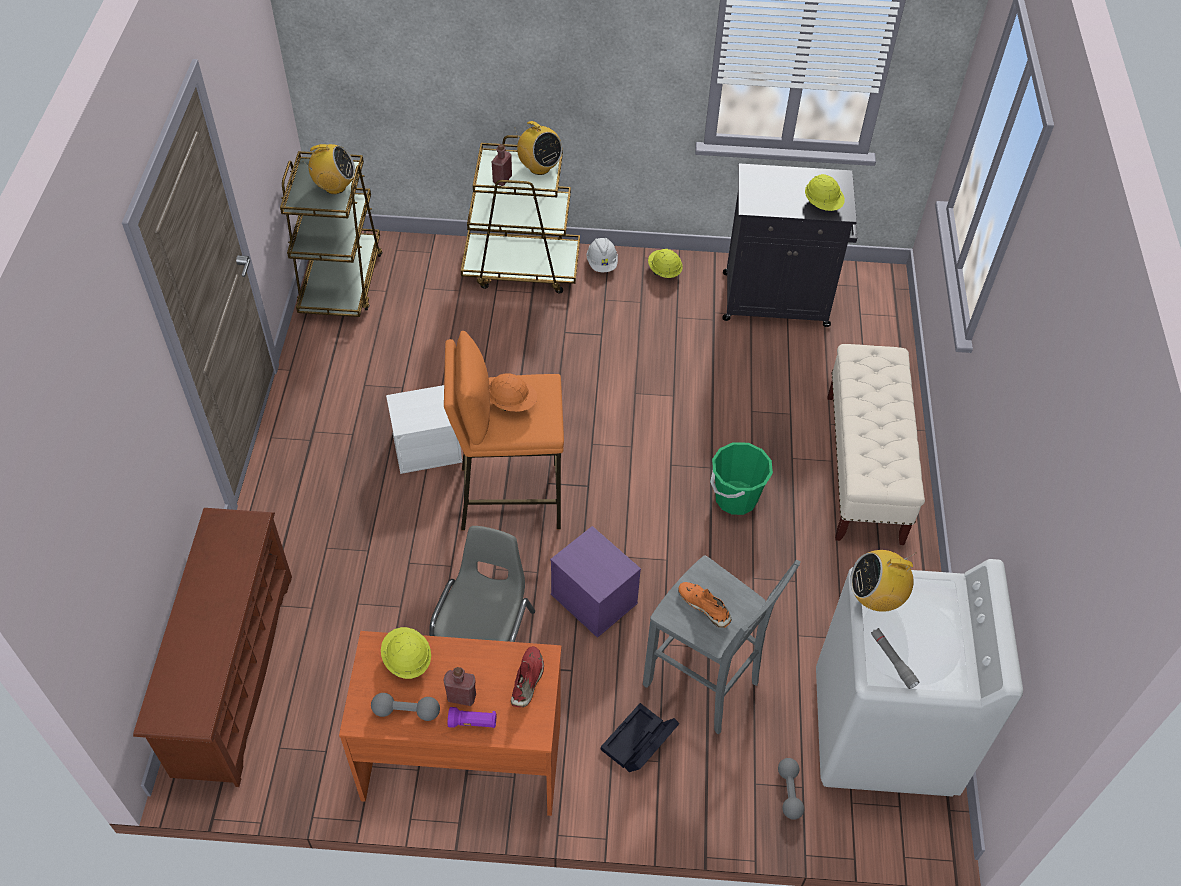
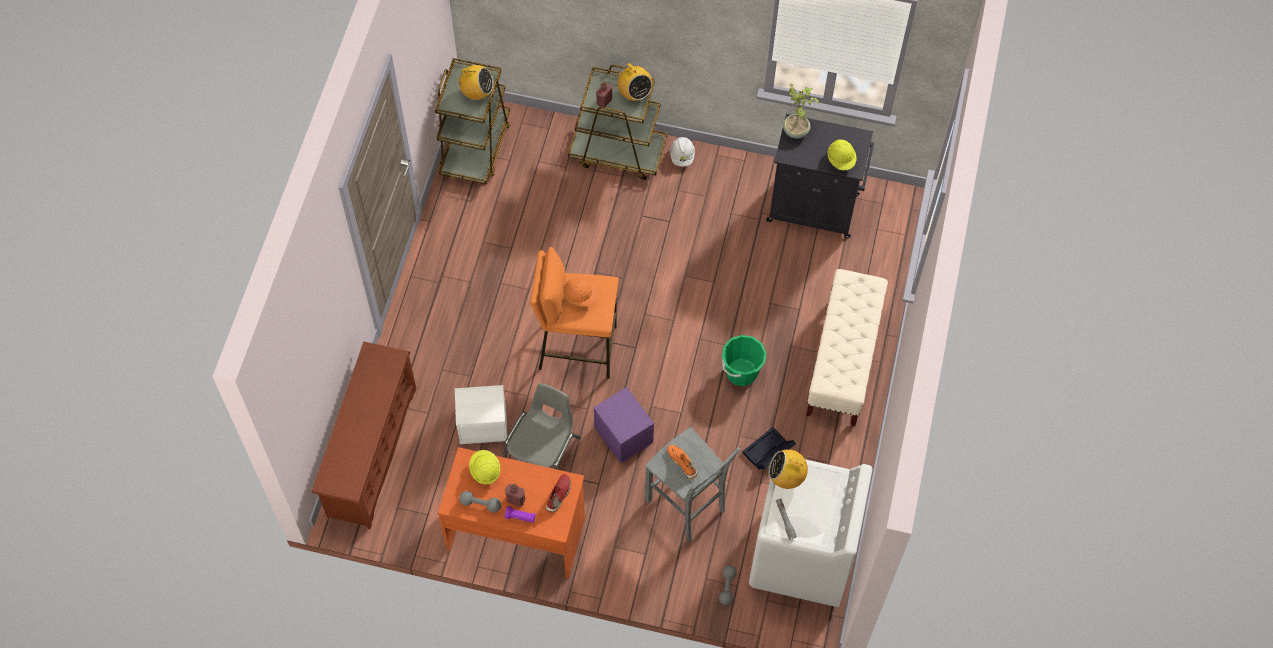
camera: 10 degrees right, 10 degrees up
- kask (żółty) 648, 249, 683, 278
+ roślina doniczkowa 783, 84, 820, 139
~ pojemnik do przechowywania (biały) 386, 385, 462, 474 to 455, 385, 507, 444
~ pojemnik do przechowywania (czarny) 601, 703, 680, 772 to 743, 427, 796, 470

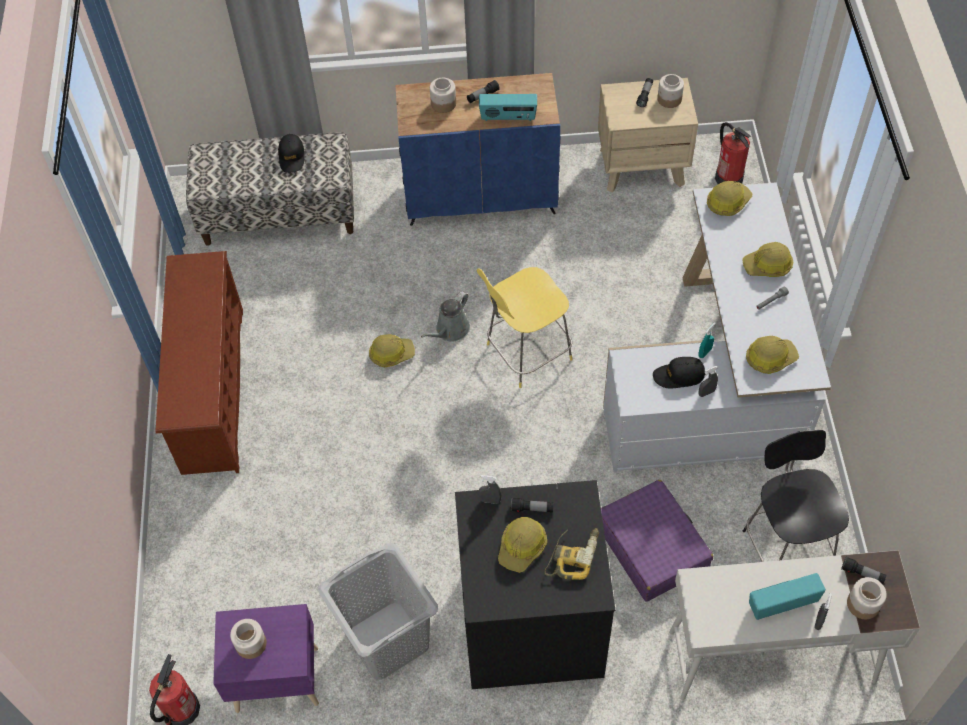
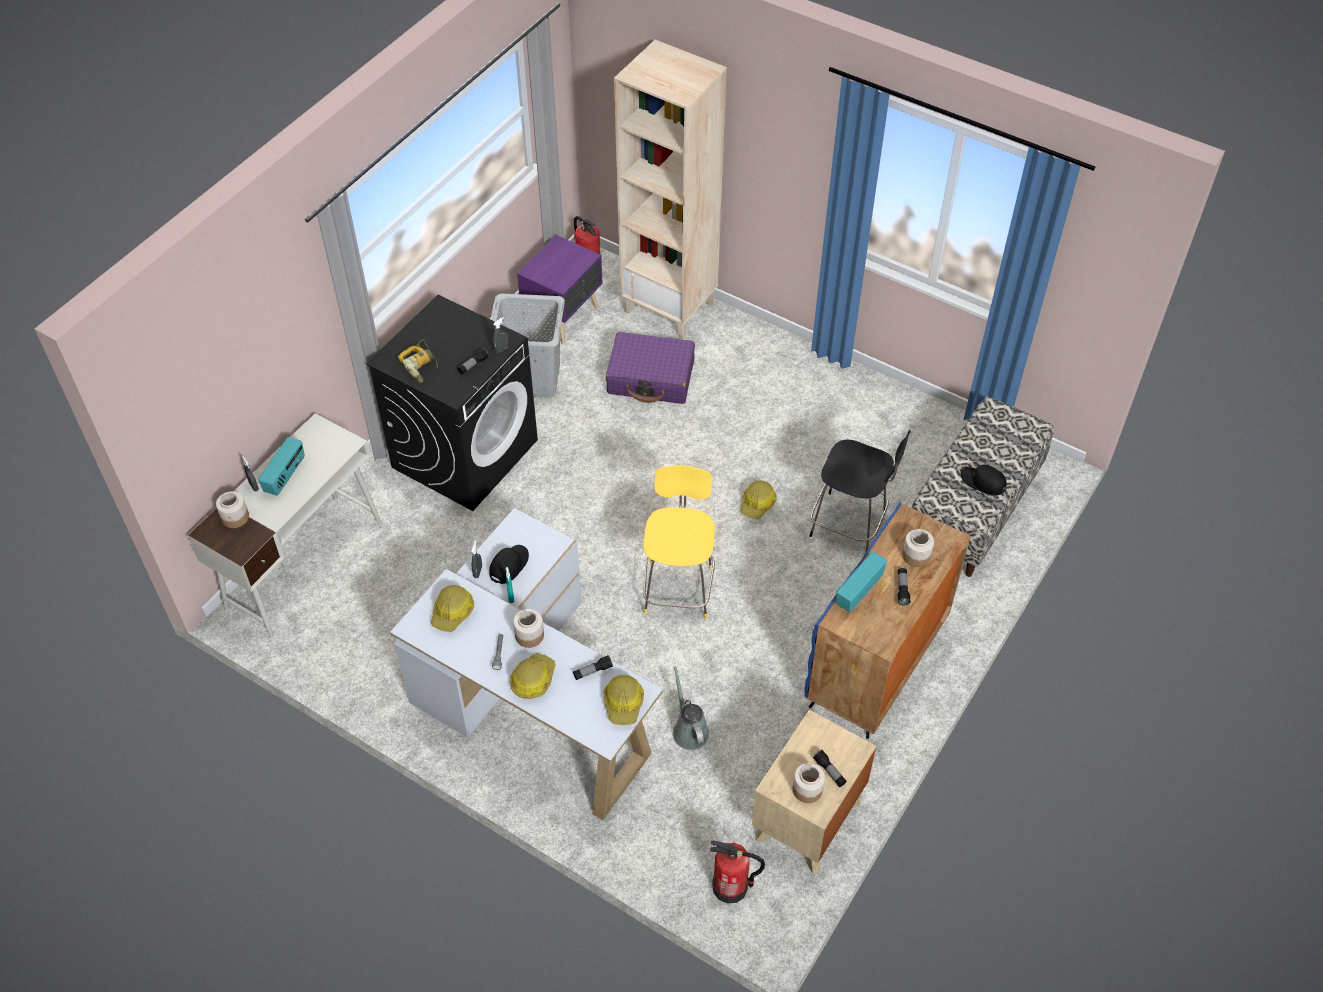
camera: 125 degrees right, 5 degrees down
- regał na buty (brązowy) 156, 251, 243, 475
- kask 498, 517, 547, 573
+ regał (beżowy) 614, 40, 727, 339
~ słoik 230, 619, 267, 659 to 513, 609, 544, 648
~ konewka (szary) 421, 291, 470, 342 to 673, 666, 709, 750
~ walizka (fioletowy) 601, 480, 713, 602 to 606, 332, 695, 404
~ stołek (czarny) 743, 430, 849, 562 to 810, 430, 911, 551
~ latarka 841, 556, 887, 584 to 573, 655, 613, 680

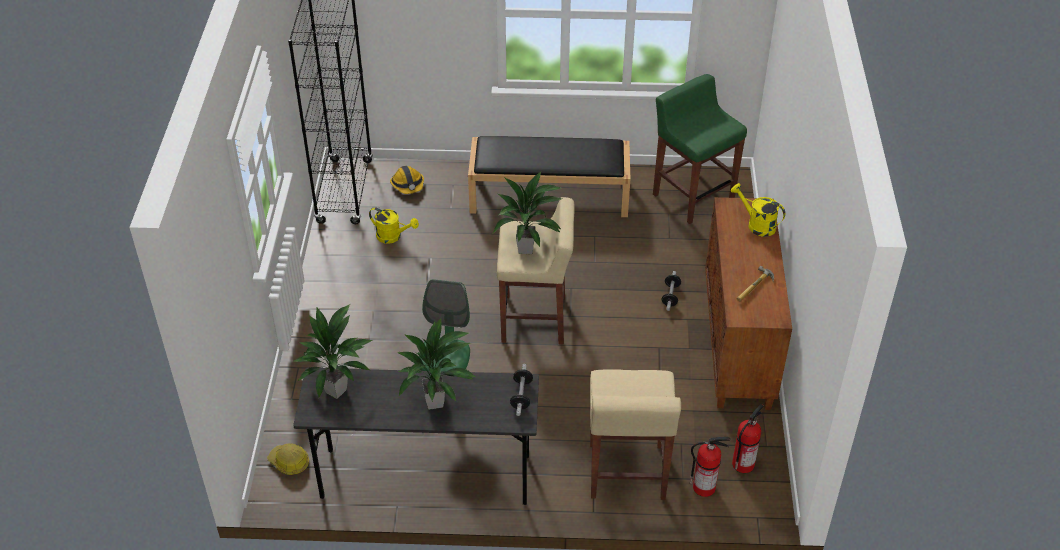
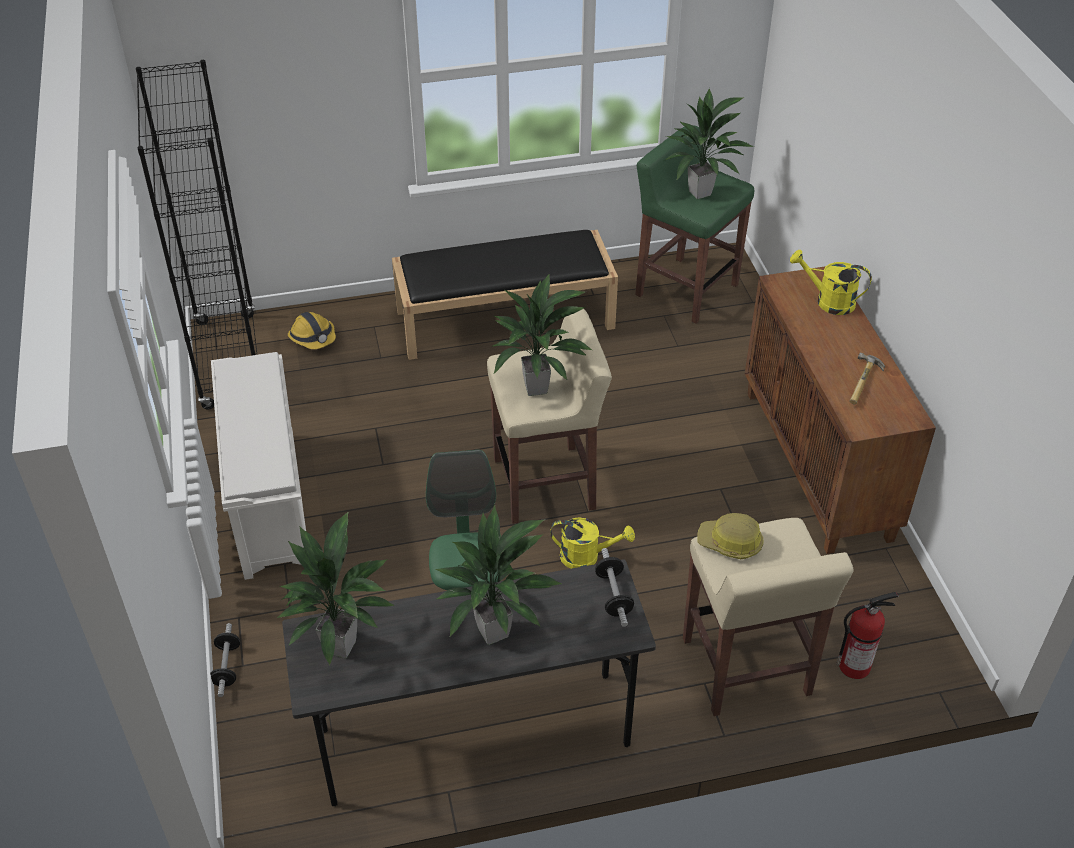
camera: 15 degrees left, 0 degrees up
- gaśnica 732, 404, 764, 473
+ regał na buty (biały) 211, 352, 306, 580
+ roślina doniczkowa 665, 88, 754, 199
~ kask 267, 443, 309, 475 to 697, 513, 763, 559
~ konewka (żółty) 369, 207, 419, 244 to 550, 517, 635, 569
~ hantel 662, 271, 681, 311 to 210, 623, 240, 697

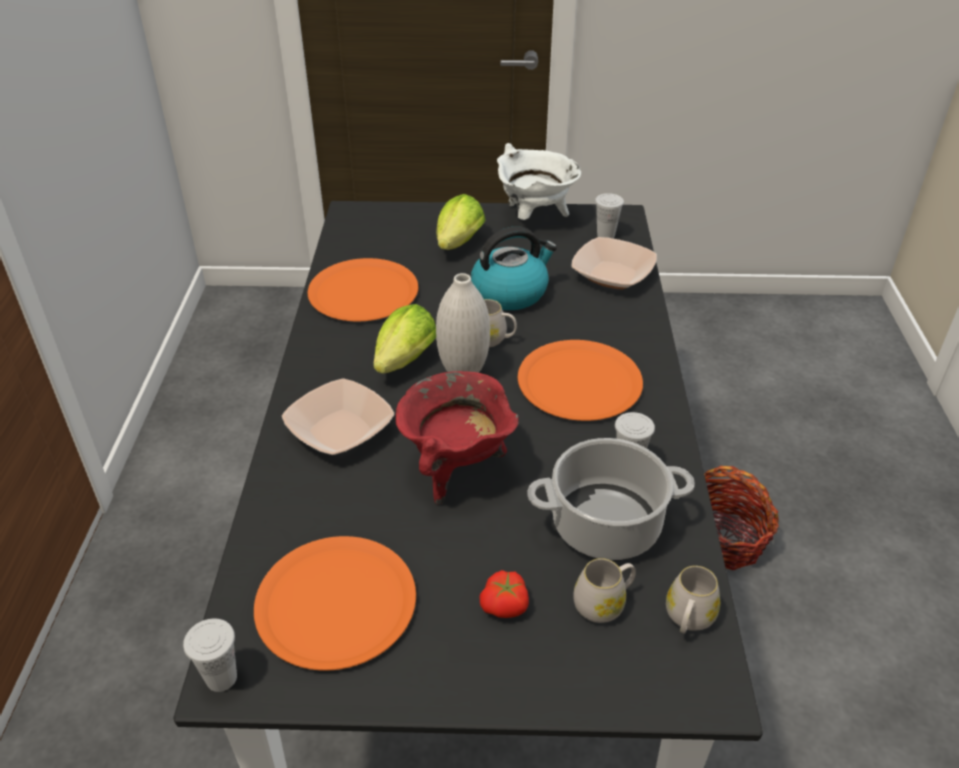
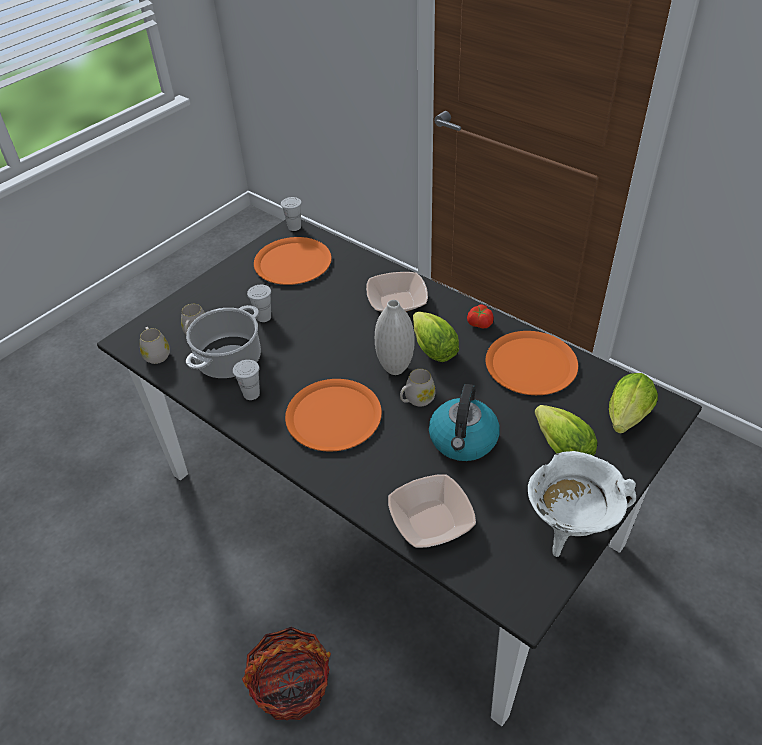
camera: 130 degrees right, 5 degrees up
- garnek (czerwony) 396, 371, 519, 505
+ sałata 609, 373, 658, 434
~ pomidor 479, 570, 529, 618 to 467, 305, 494, 328
~ filiżanka (biały) 595, 193, 624, 238 to 247, 285, 271, 322

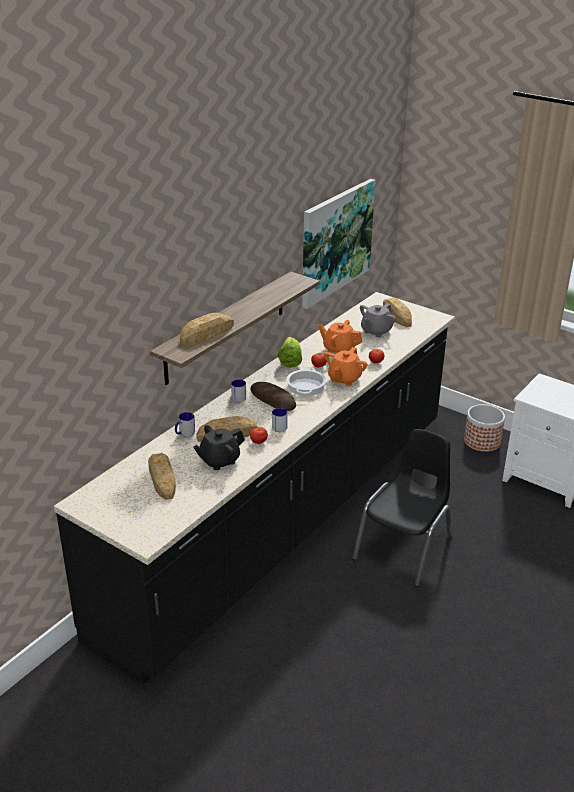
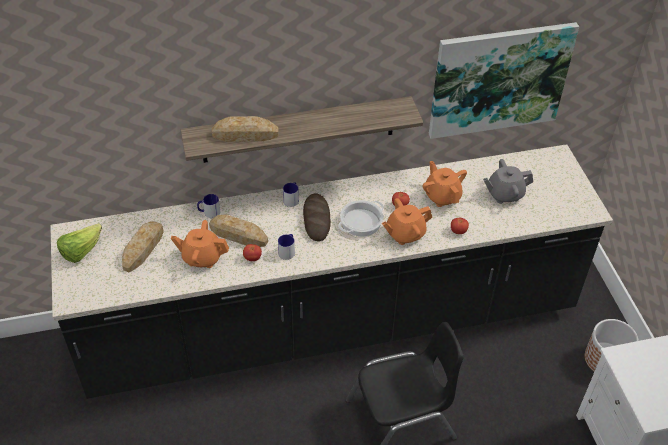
camera: 40 degrees right, 15 degrees up
- chleb 383, 298, 412, 327
~ sałata 278, 337, 302, 368 to 57, 223, 102, 263
~ imbryk (czarny) 193, 425, 245, 470 to imbryk (pomarańczowy) 171, 220, 229, 268

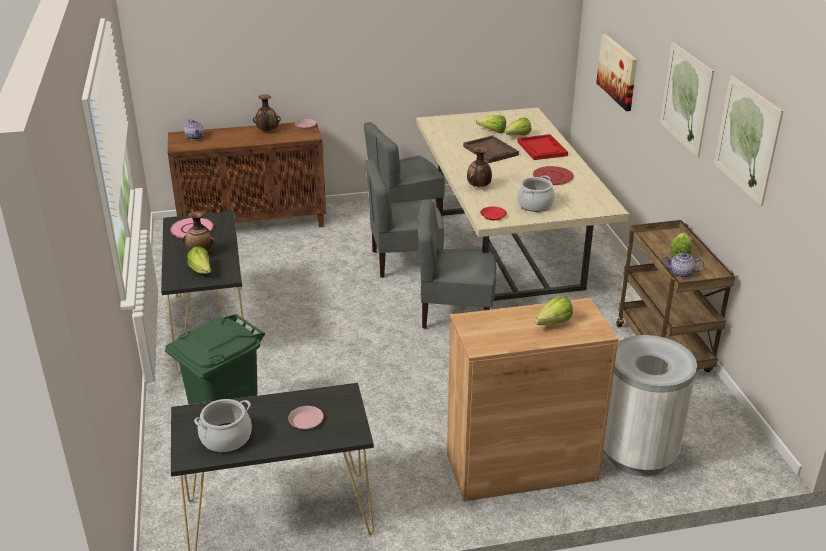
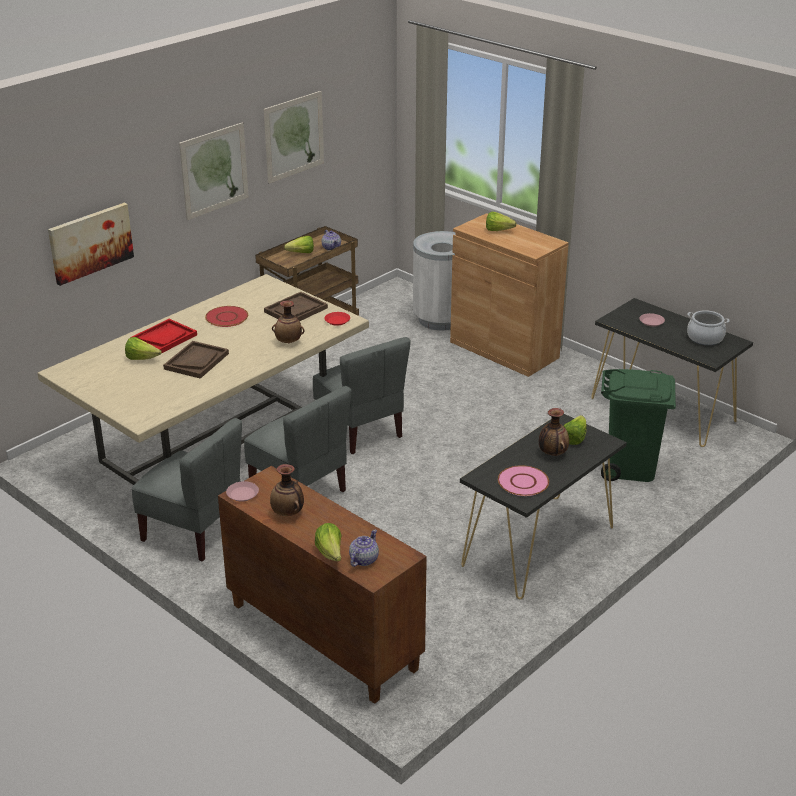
camera: 125 degrees left, 0 degrees up
~ sałata 476, 115, 506, 133 to 315, 523, 341, 561
~ garnek 517, 175, 555, 212 to taca (brązowy) 264, 292, 328, 321

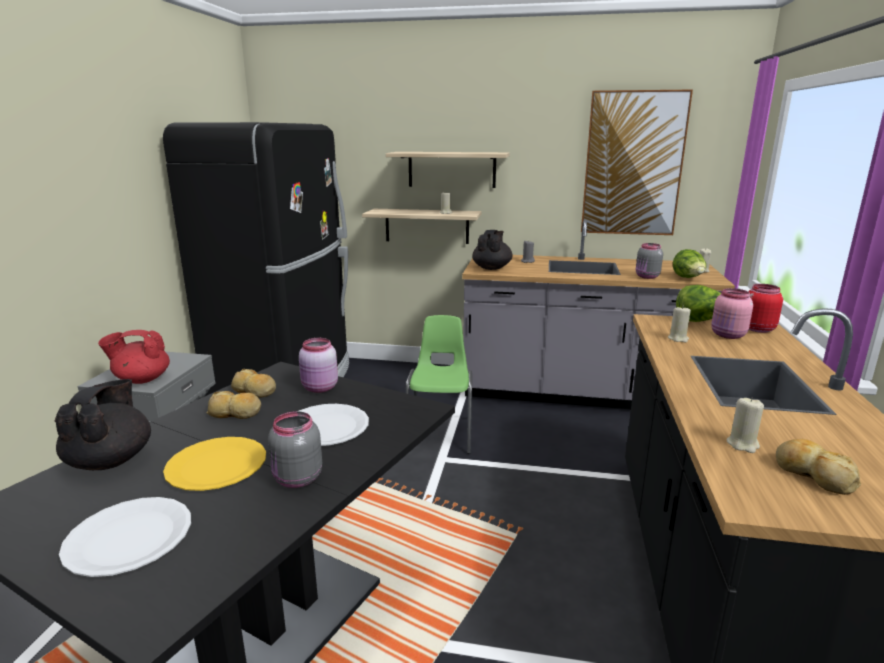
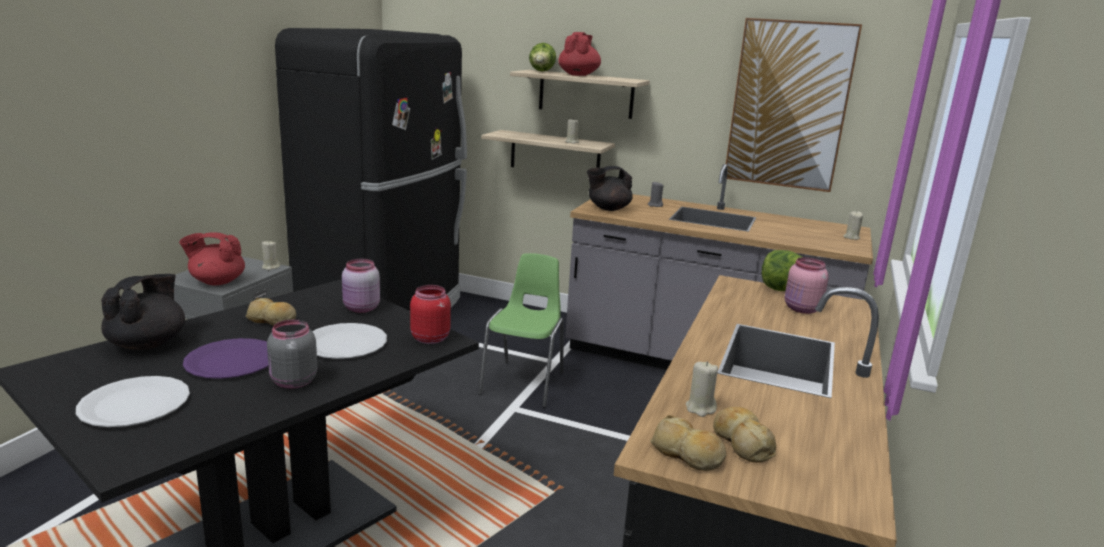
camera: 10 degrees right, 0 degrees up
- słoik (szary) 636, 243, 663, 279
+ imbryk (czerwony) 558, 32, 601, 76
~ chleb 231, 369, 276, 398 to 650, 415, 726, 471
~ świeca (beżowy) 668, 307, 691, 342 to 262, 241, 280, 270
~ sałata 673, 249, 706, 278 to 529, 43, 556, 72
~ słoik (czerwony) 748, 284, 783, 333 to 410, 285, 451, 344
~ talerz (żółty) 163, 437, 266, 491 to talerz (fioletowy) 183, 338, 269, 379
~ imbryk (czarny) 472, 230, 513, 270 = 587, 166, 633, 211 135 degrees counterclockwise

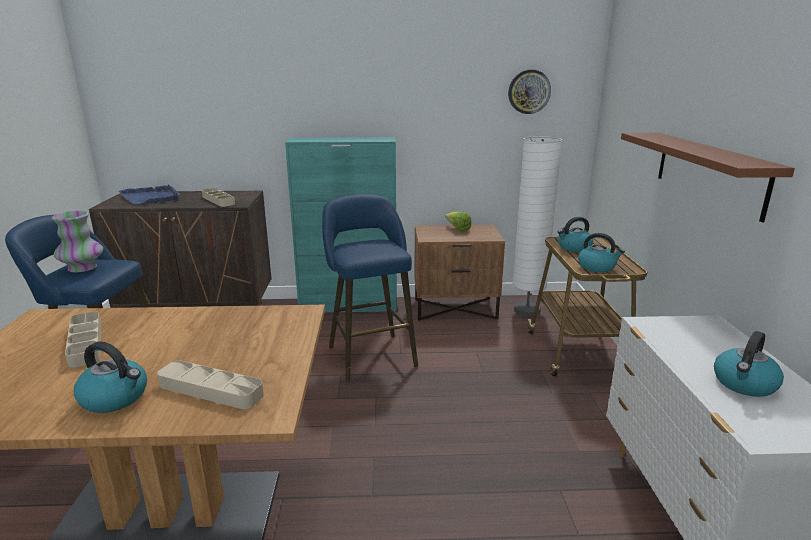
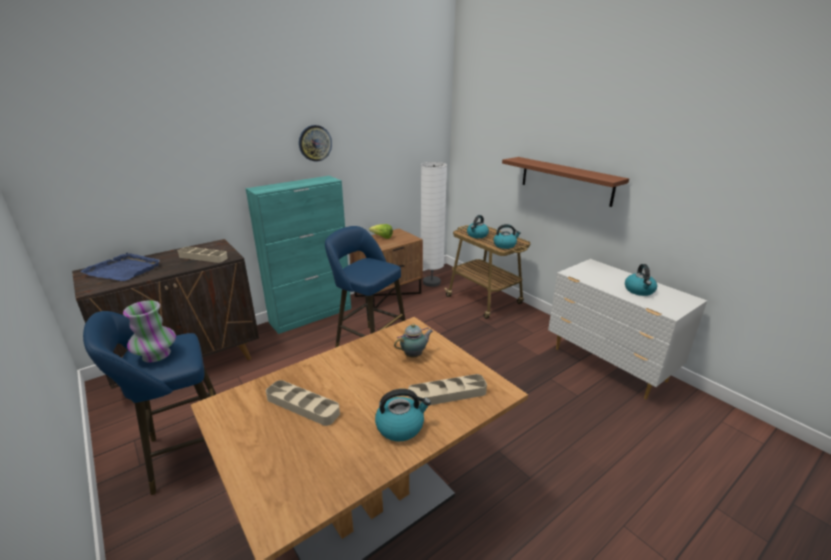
camera: 35 degrees left, 5 degrees up
+ imbryk 394, 324, 433, 357
~ zegar ścienny 508, 70, 551, 114 to 299, 125, 332, 162

